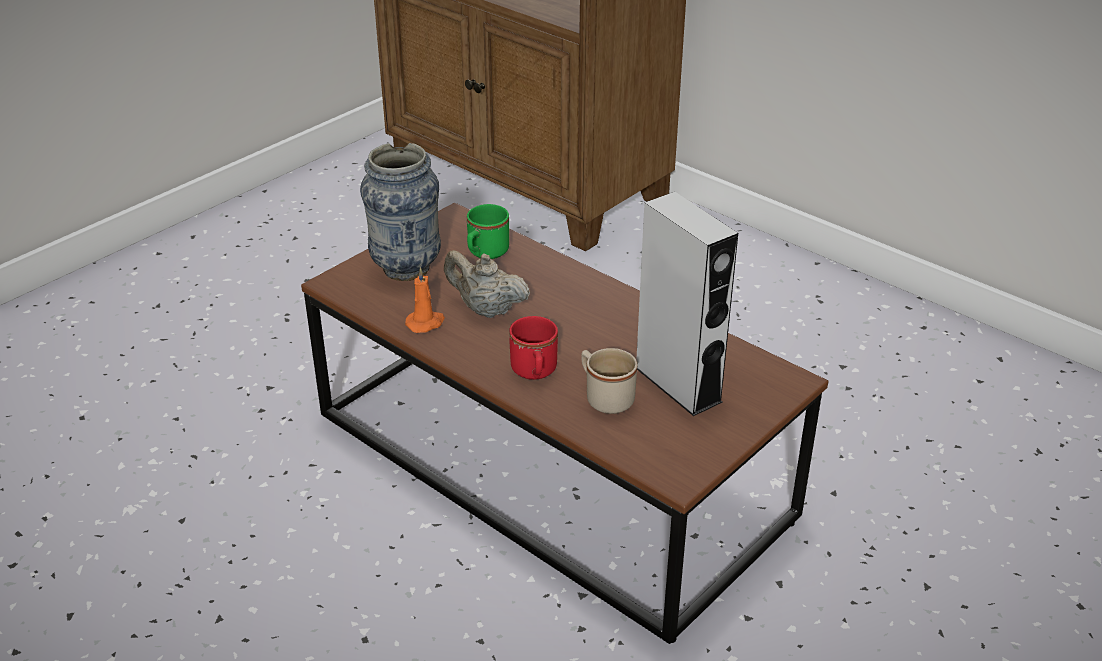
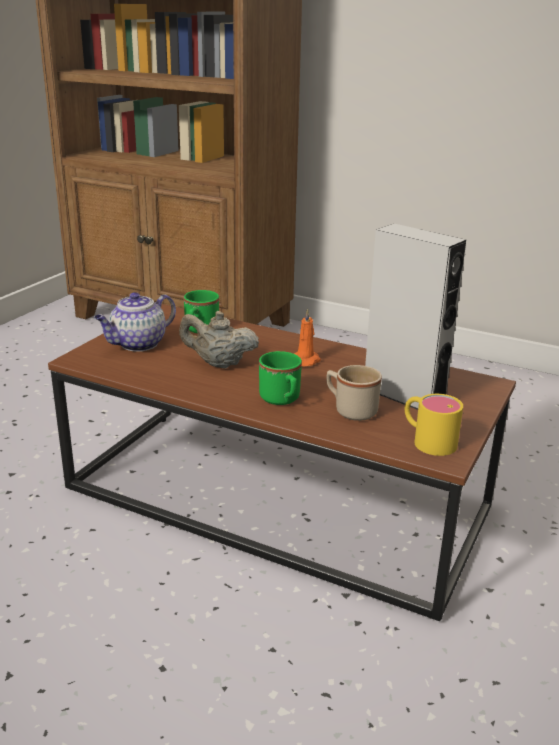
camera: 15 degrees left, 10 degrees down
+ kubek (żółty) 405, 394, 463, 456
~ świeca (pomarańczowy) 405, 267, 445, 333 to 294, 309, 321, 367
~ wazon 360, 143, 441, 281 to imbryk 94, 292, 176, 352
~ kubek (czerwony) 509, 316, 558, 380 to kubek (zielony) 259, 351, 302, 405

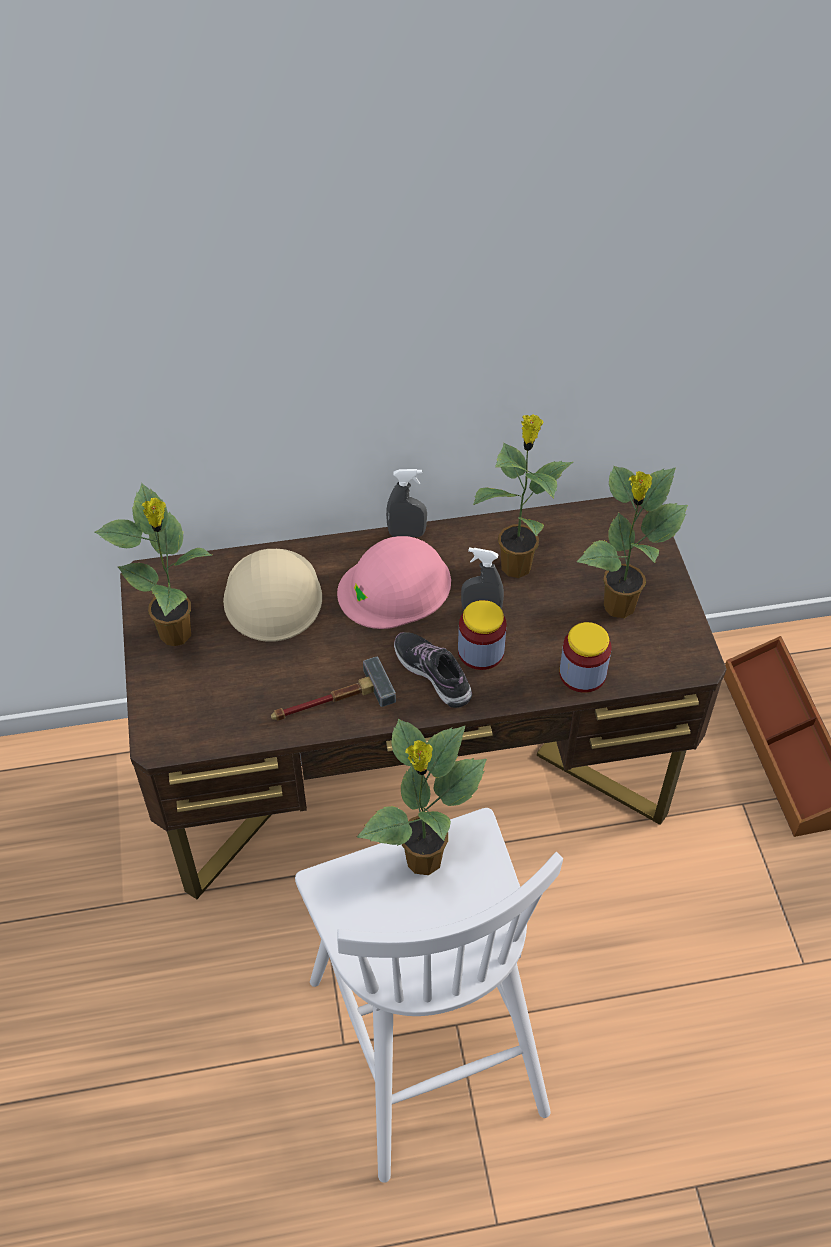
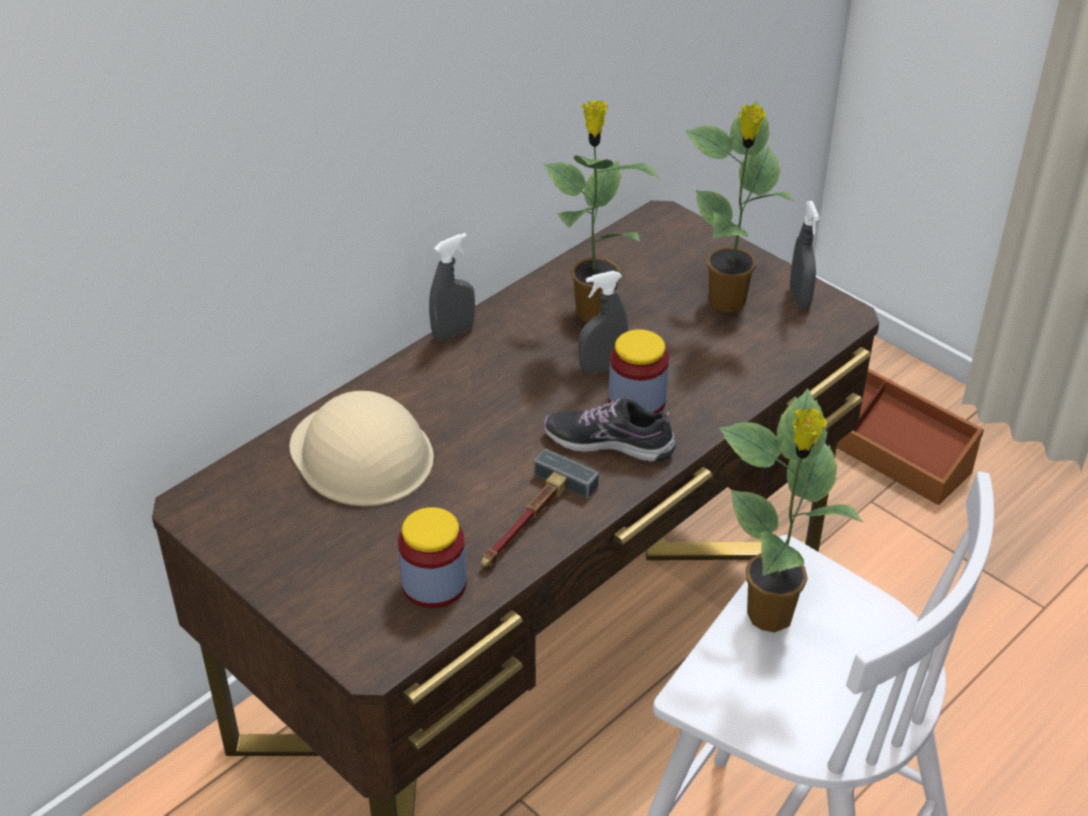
camera: 35 degrees left, 10 degrees down
- roślina doniczkowa 95, 483, 213, 646
- kask (różowy) 337, 536, 451, 629
+ spryskiwacz (szary) 790, 201, 819, 308
~ słoik 559, 622, 612, 693 to 398, 507, 467, 608

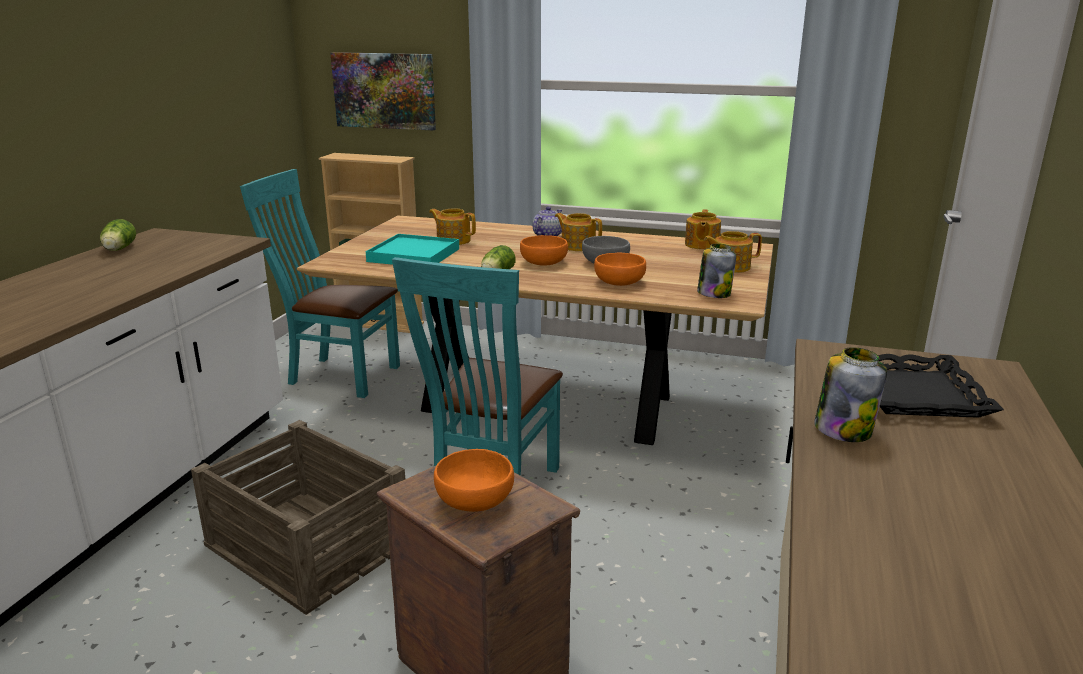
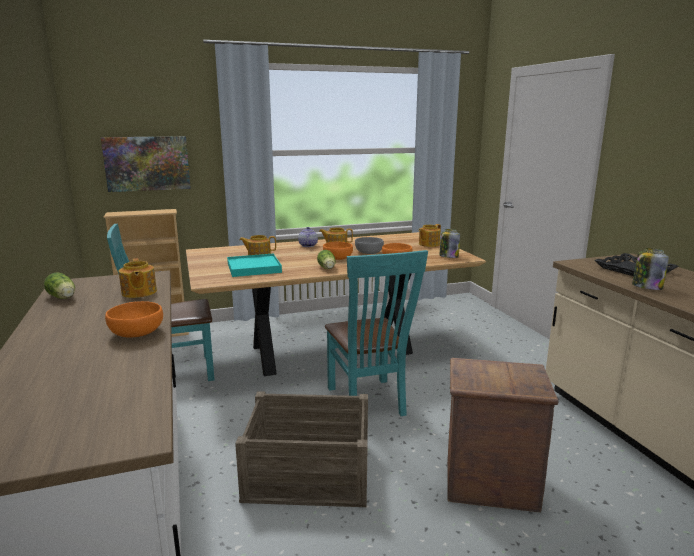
camera: 35 degrees left, 5 degrees down
~ miska (pomarańczowy) 434, 449, 514, 512 to 105, 301, 163, 338
~ imbryk 685, 209, 721, 250 to 119, 258, 157, 298

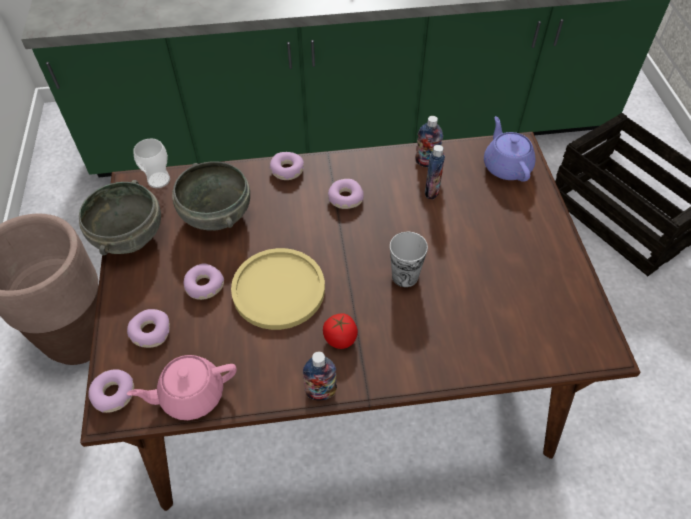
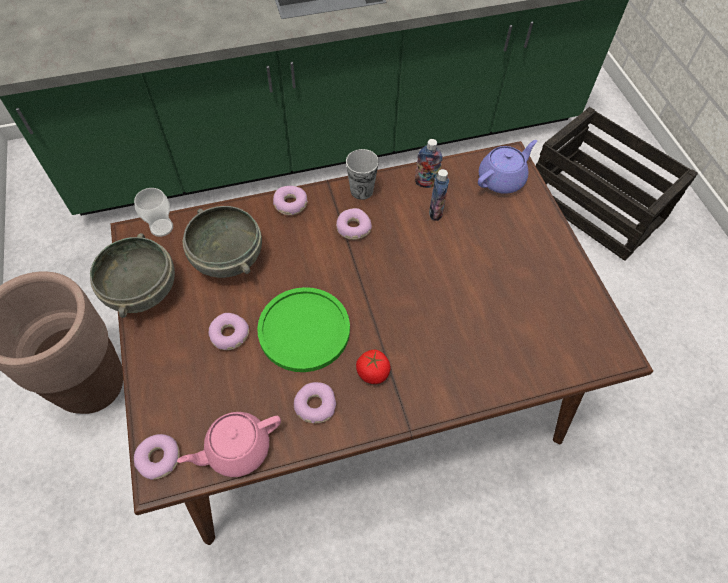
camera: 10 degrees left, 5 degrees up
- butelka 303, 352, 337, 400
~ donut 127, 309, 170, 348 to 294, 382, 336, 423
~ filiżanka 390, 232, 428, 287 to 346, 149, 379, 200
~ talerz (żółty) 231, 248, 325, 330 to talerz (zielony) 257, 287, 350, 372
~ imbryk (fioletowy) 484, 116, 535, 182 = 478, 140, 537, 194 75 degrees clockwise

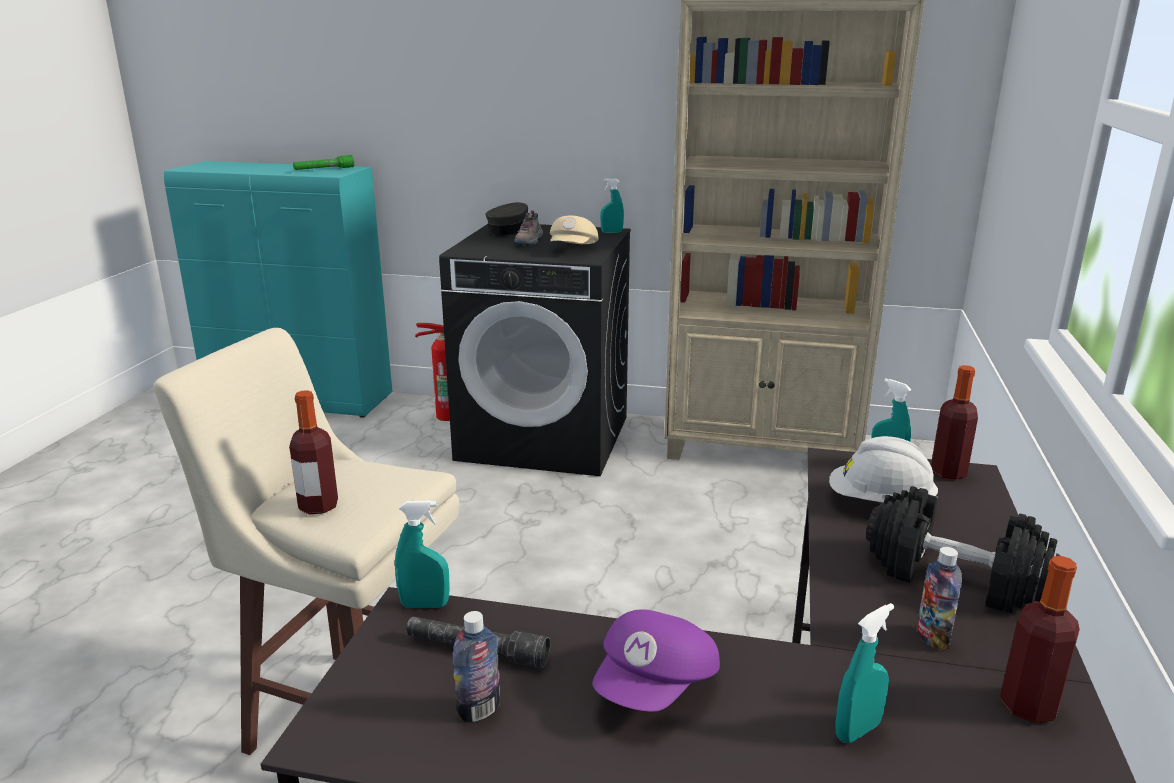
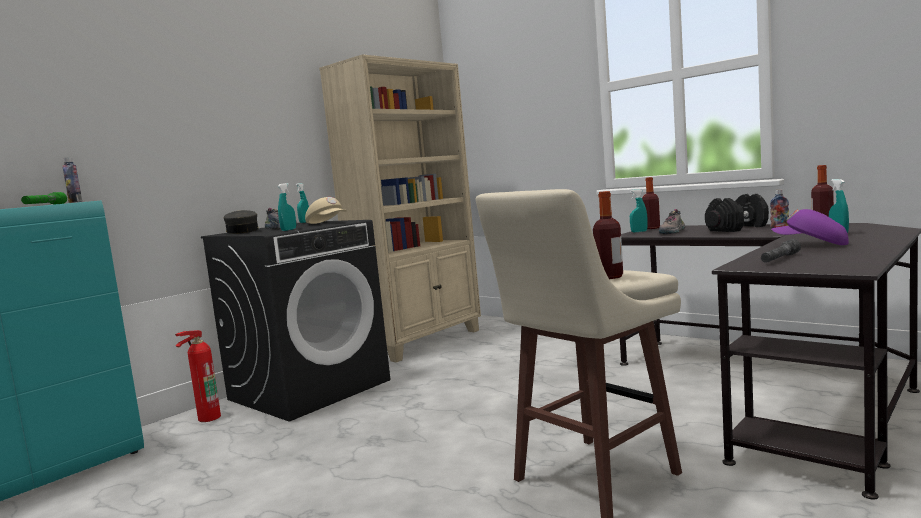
camera: 60 degrees left, 15 degrees down
~ spryskiwacz (turkusowy) 395, 501, 450, 608 to 277, 183, 296, 231
~ butelka 453, 611, 500, 723 to 62, 157, 82, 203
~ kask (biały) 829, 436, 938, 503 to but 659, 209, 685, 235
~ czapka z daszkiem (fioletowy) 593, 609, 720, 712 = 771, 209, 849, 245 150 degrees clockwise

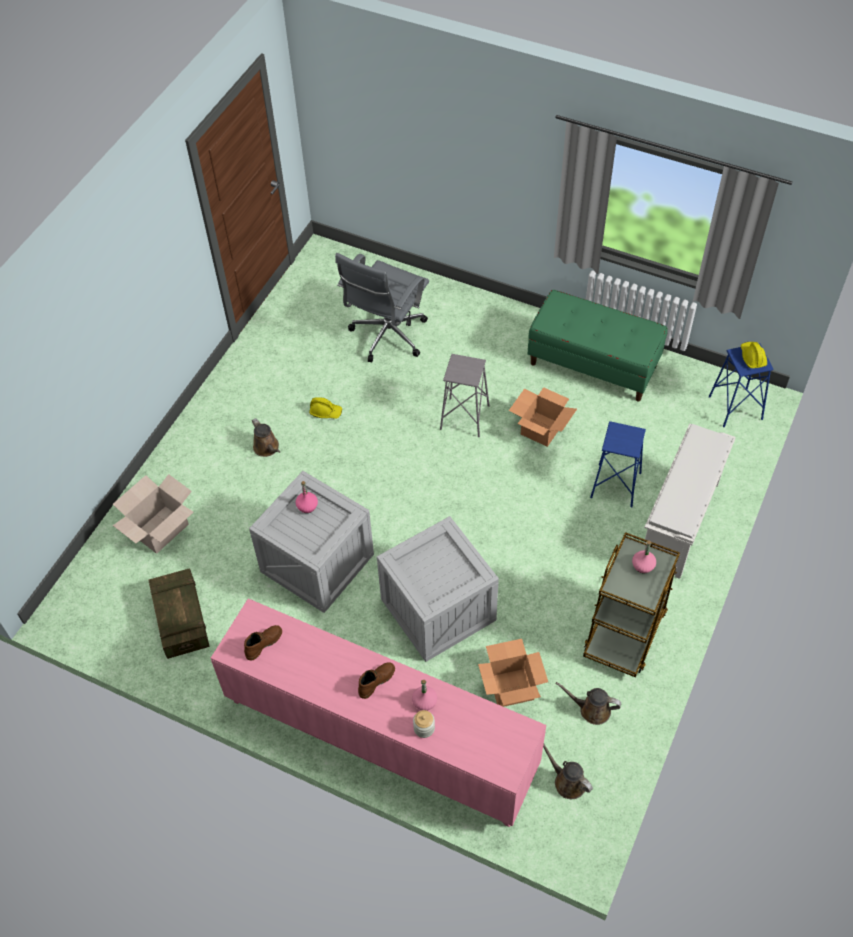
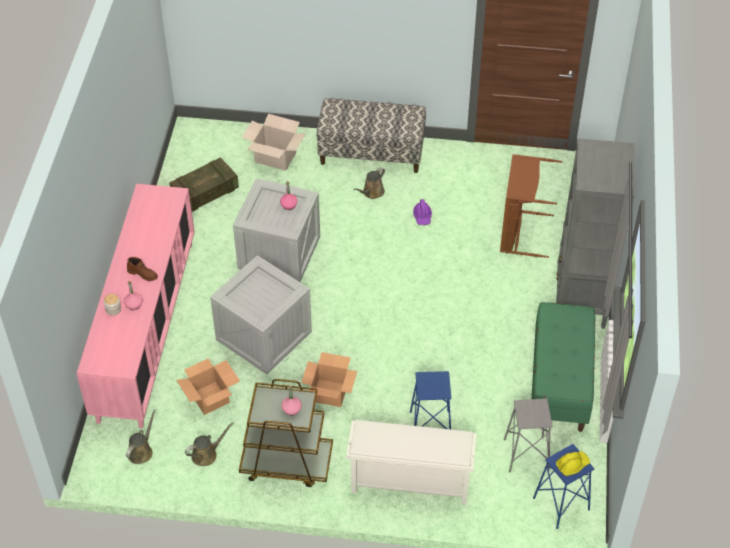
camera: 70 degrees right, 5 degrees down
- but z cholewką (brązowy) 244, 625, 282, 661
+ ławka 317, 98, 426, 173
+ regał (szary) 556, 138, 635, 329
~ stołek (szary) 440, 354, 490, 437 to 504, 398, 553, 472
~ karton 509, 387, 577, 447 to 301, 352, 357, 407
~ krzesło biurowe (szary) 335, 253, 429, 362 to kosz na pranie (brązowy) 500, 154, 562, 258
~ kask (żółty) 309, 397, 342, 419 to kask (fioletowy) 413, 199, 432, 225
~ konewka (brązowy) 556, 682, 621, 725 = 185, 422, 234, 466 60 degrees clockwise

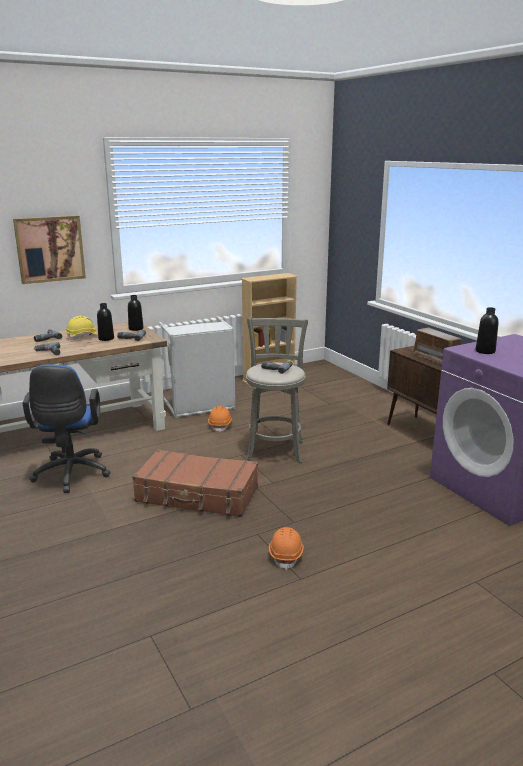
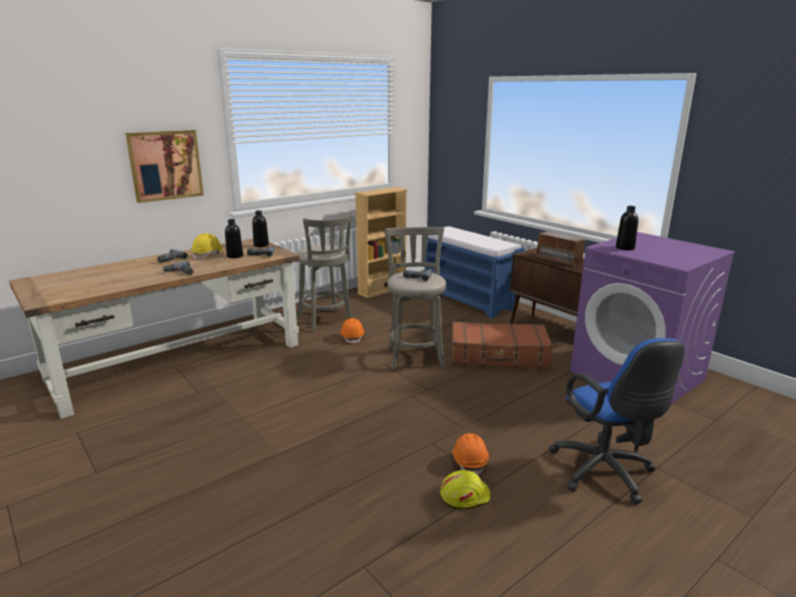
camera: 10 degrees left, 0 degrees up
+ ławka (niebieski) 425, 226, 525, 319
+ kask (żółty) 440, 470, 491, 509
~ krzesło biurowe (niebieski) 22, 364, 111, 493 to 549, 338, 684, 504
~ walizka (brązowy) 132, 449, 258, 517 to 451, 321, 553, 369
~ kosz na pranie (szary) 159, 316, 236, 418 to stołek (szary) 296, 212, 354, 332

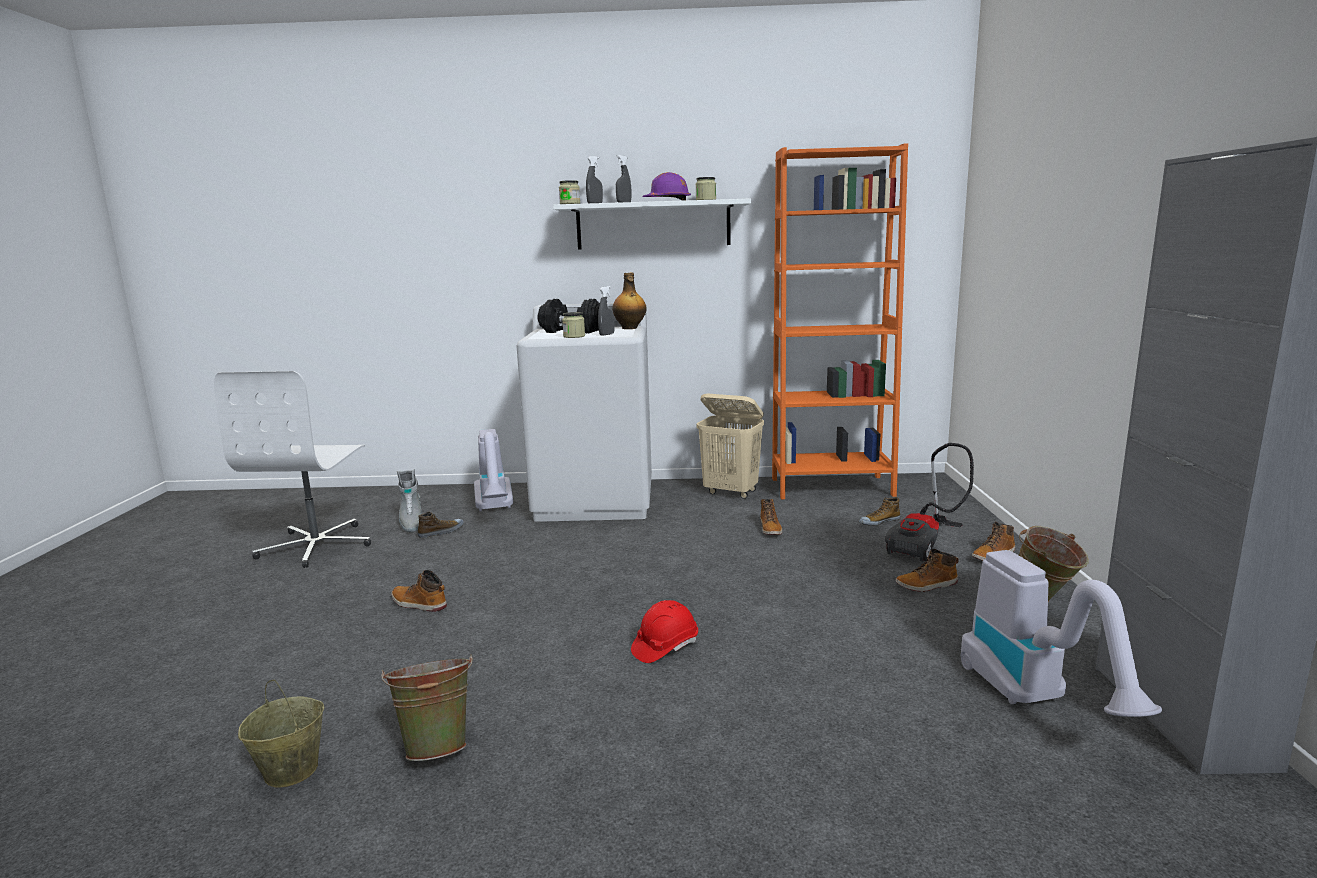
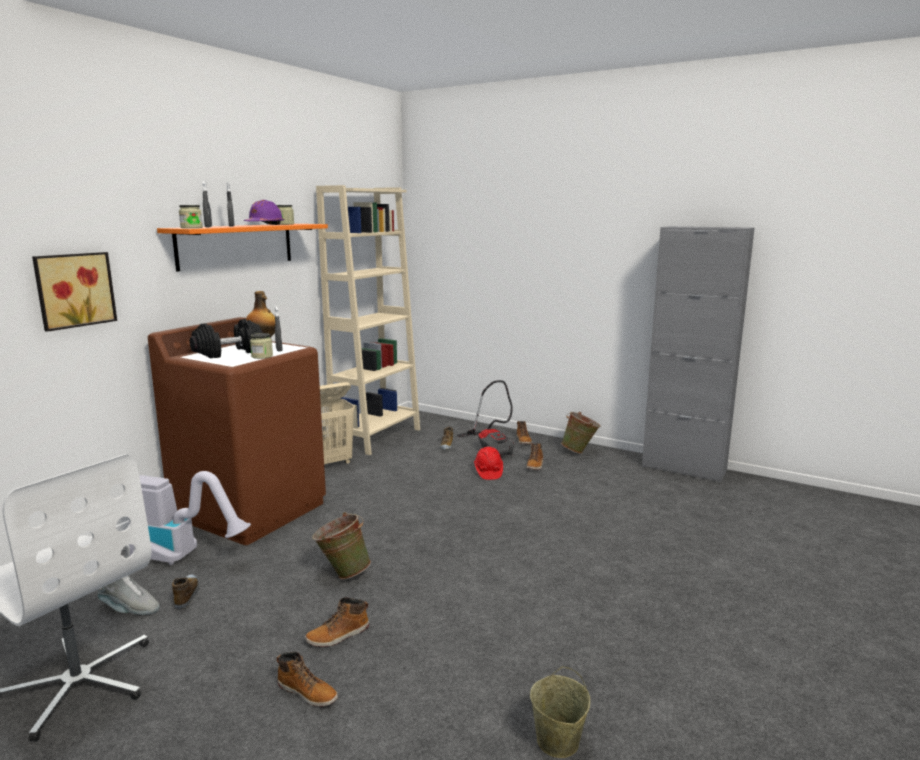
camera: 60 degrees left, 0 degrees up
- odkurzacz 961, 550, 1162, 717
+ obraz 32, 252, 117, 332
~ wiadro (zielony) 381, 655, 473, 761 to 312, 512, 371, 579
~ kask (czerwony) 631, 600, 698, 663 to 474, 447, 503, 480
~ but z cholewką 761, 499, 782, 535 to 276, 652, 338, 707
~ pralka (biały) 517, 303, 652, 522 to pralka (brązowy) 148, 317, 326, 545
~ półka (biały) 553, 198, 751, 250 to półka (pomarańczowy) 157, 224, 328, 272
~ regał (pomarańczowy) 772, 143, 908, 499 to regał (beżowy) 316, 185, 420, 455

